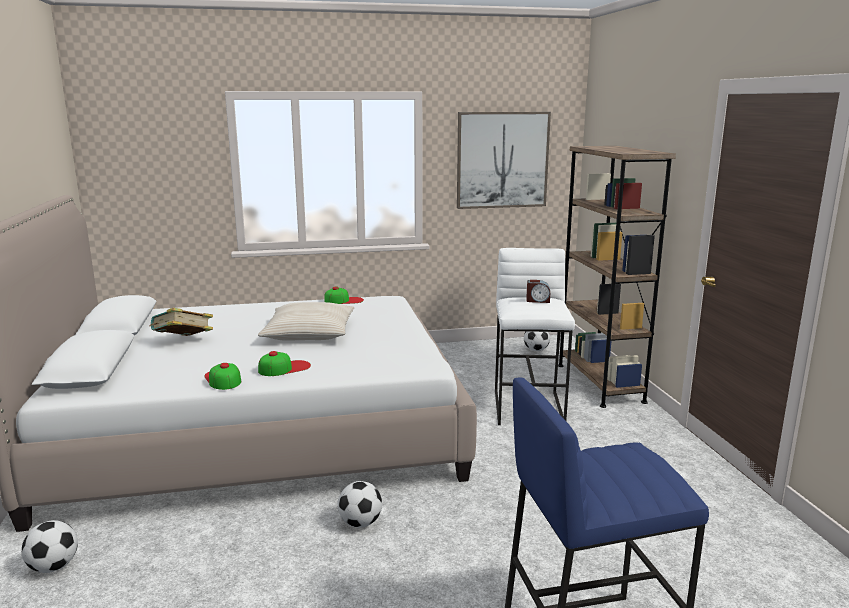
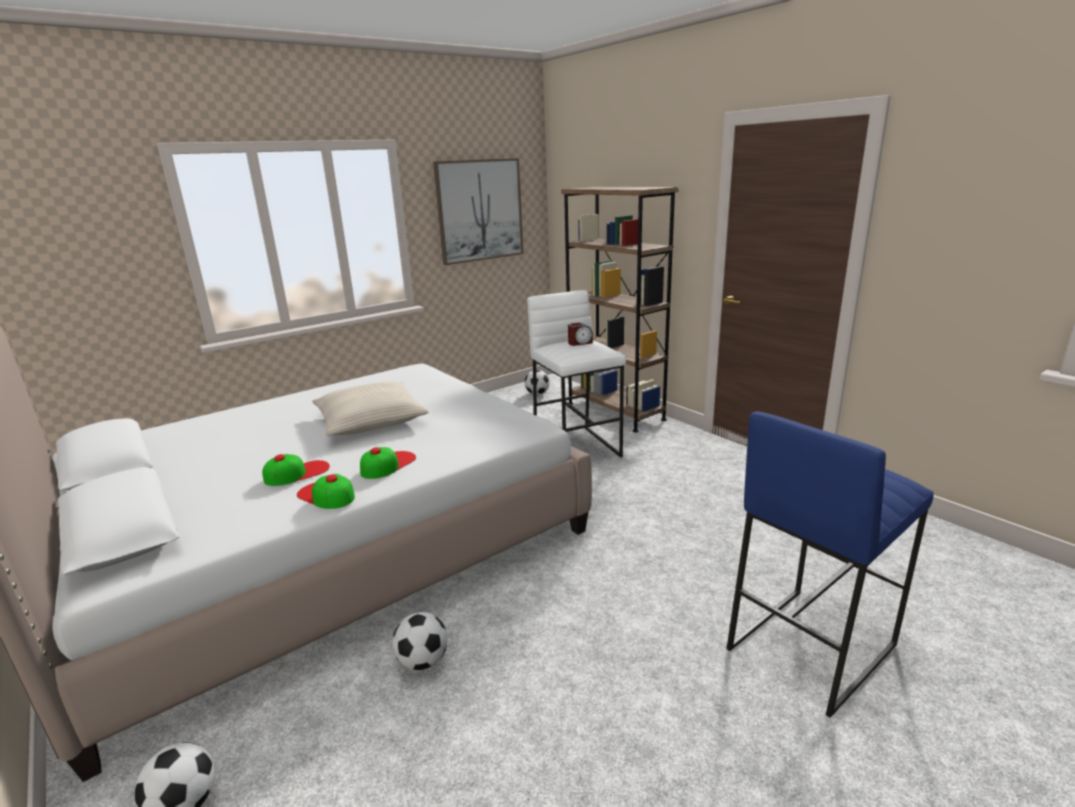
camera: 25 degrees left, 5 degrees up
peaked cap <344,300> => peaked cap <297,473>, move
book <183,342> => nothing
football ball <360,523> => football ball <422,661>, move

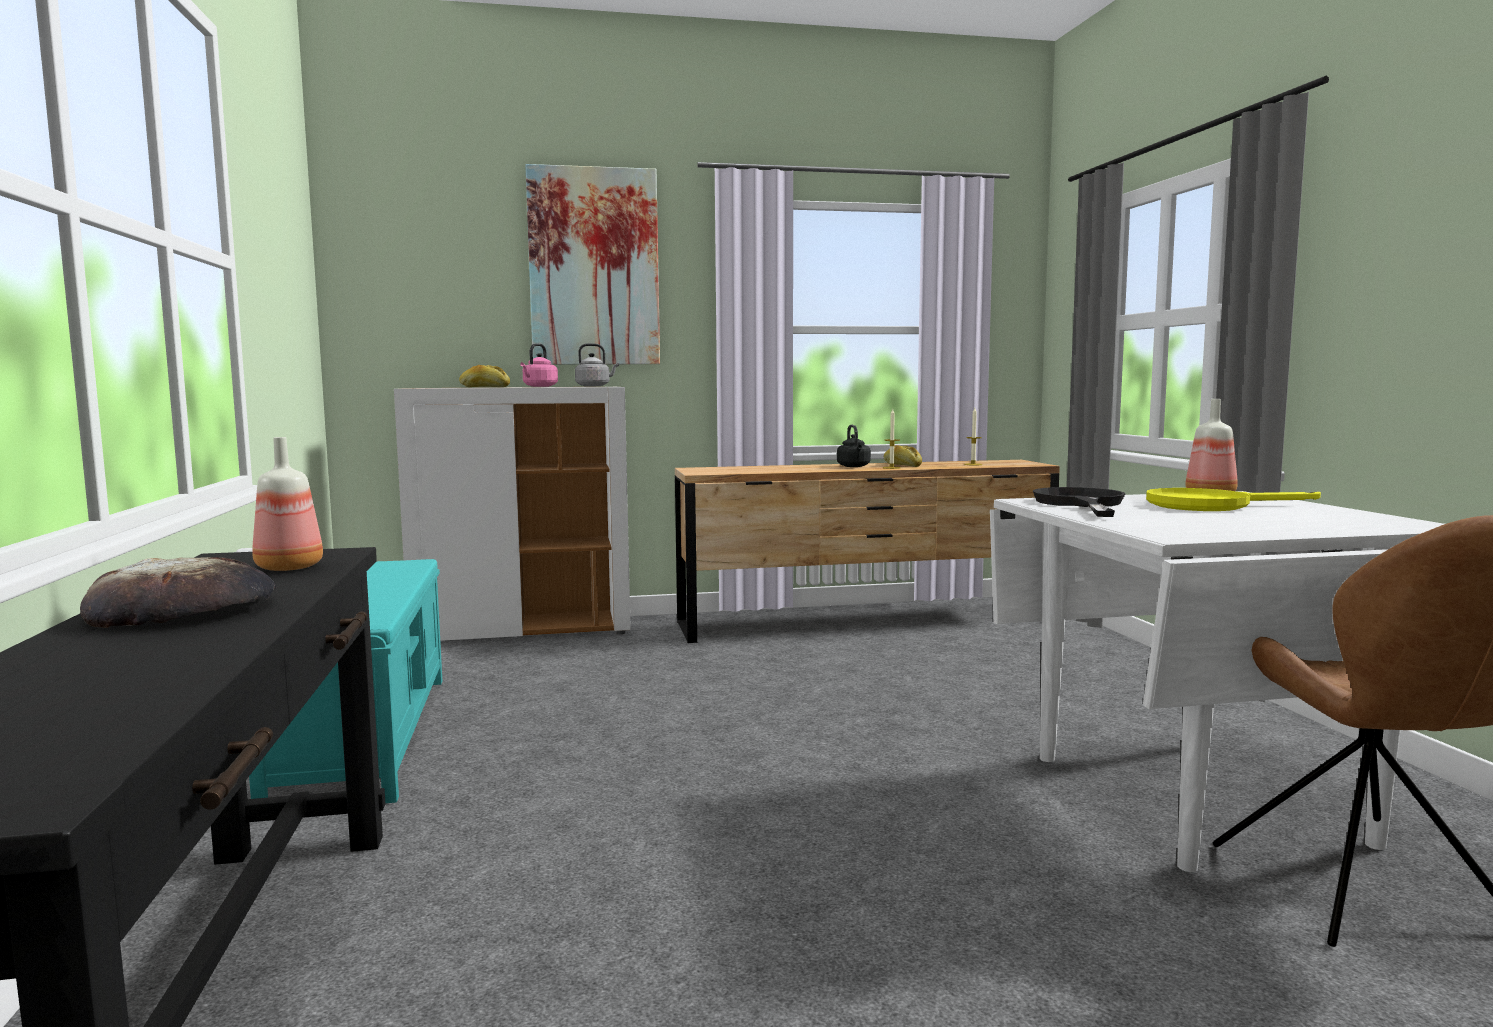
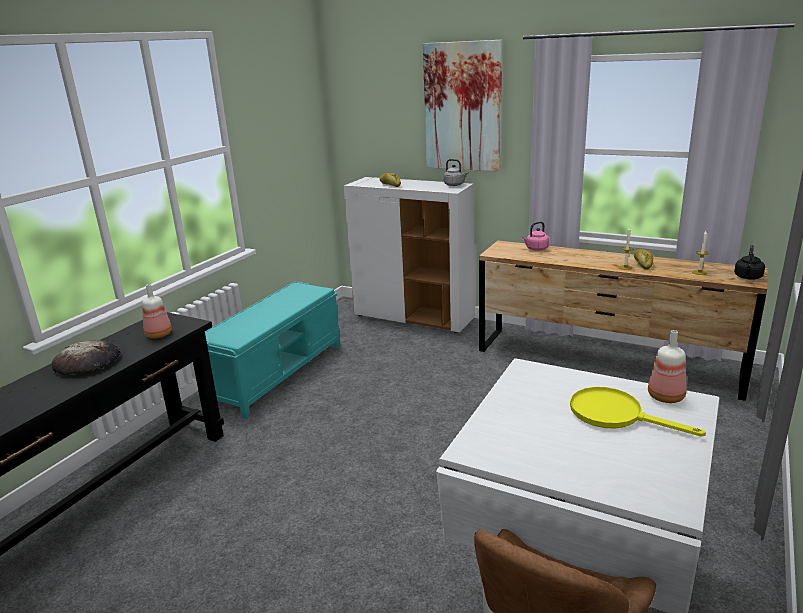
camera: 40 degrees right, 15 degrees up
kettle in pink <539,386> => kettle in pink <536,249>, move
kettle in blackish <854,466> => kettle in blackish <748,277>, move
frying pan in blackish <1080,504> => nothing

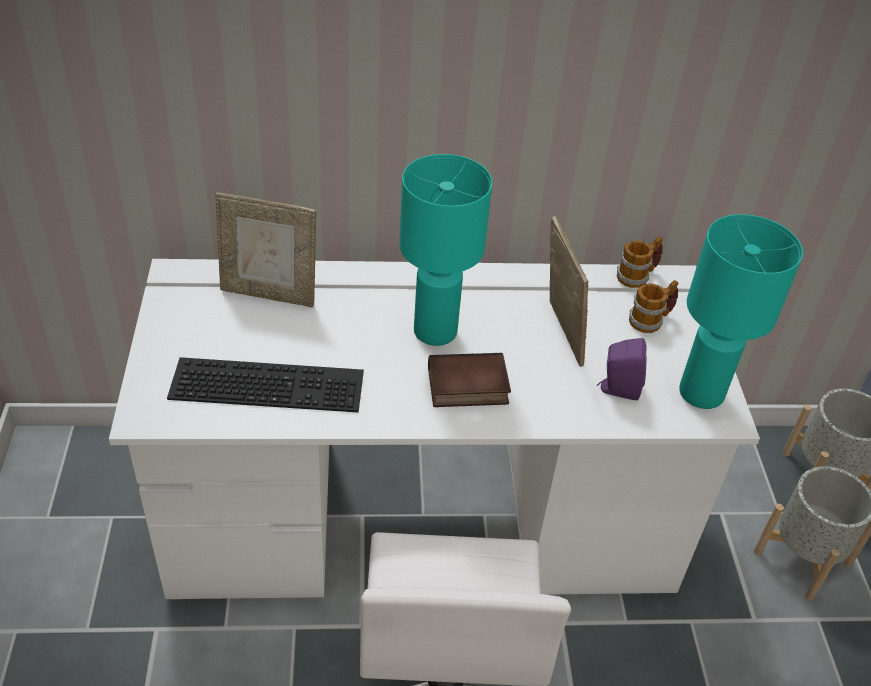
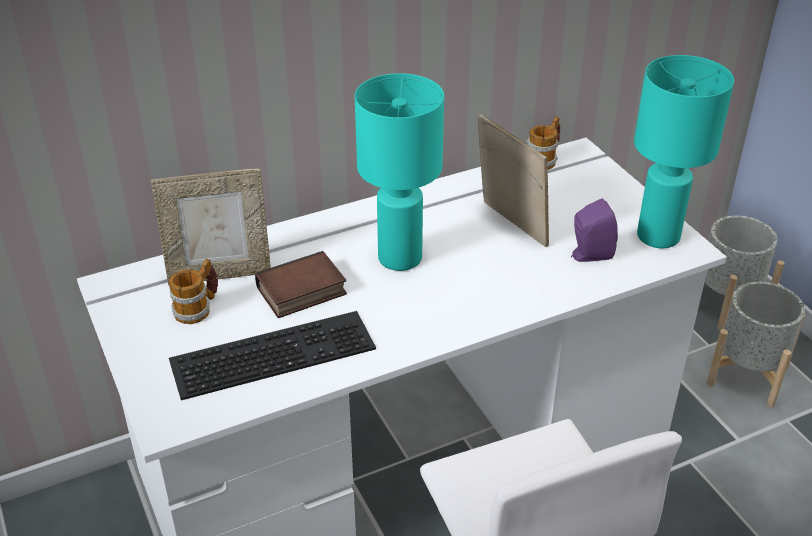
camera: 20 degrees left, 5 degrees down
mug <651,320> => mug <198,308>, move
book <466,388> => book <301,292>, move

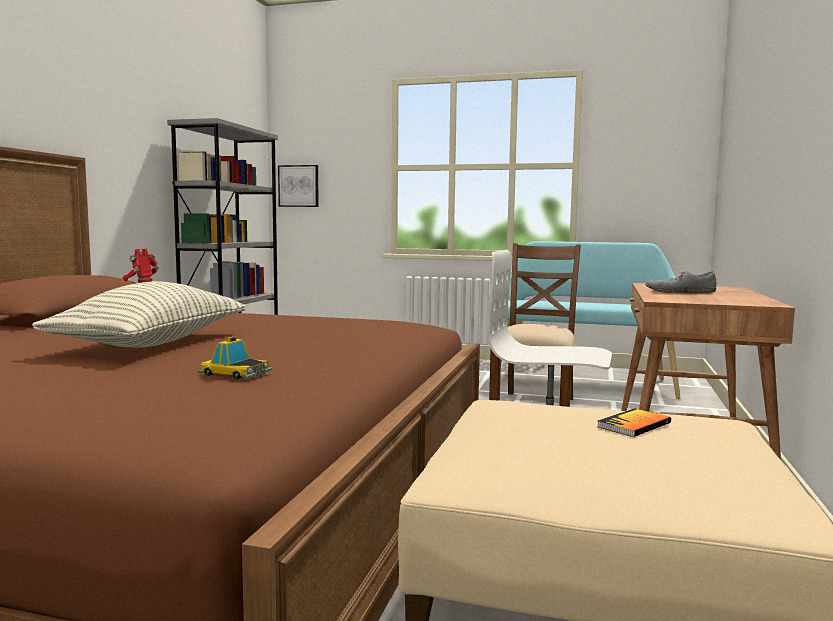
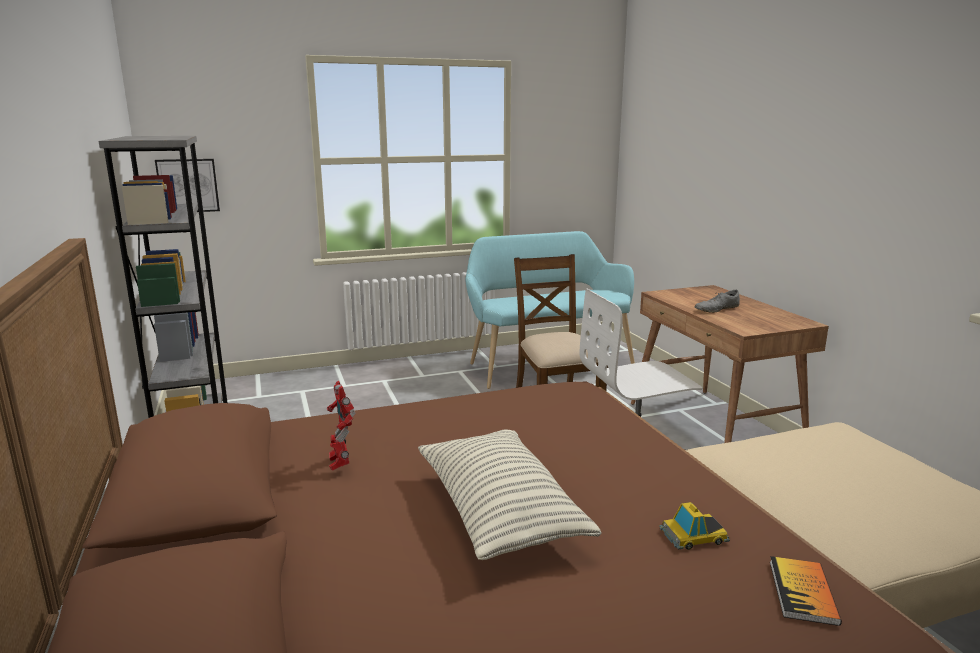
camera: 35 degrees left, 10 degrees up
book <634,425> => book <802,592>, move

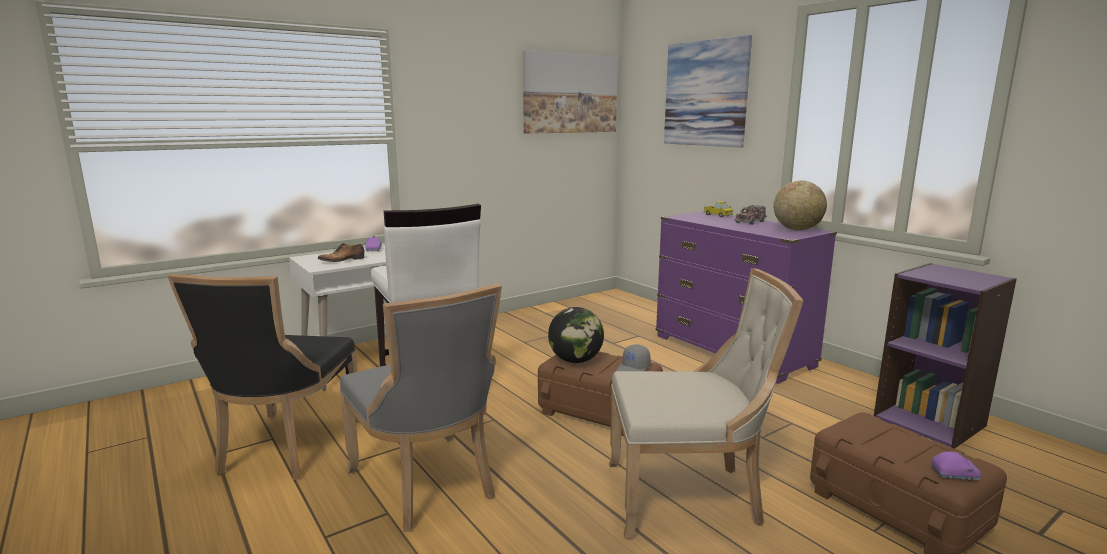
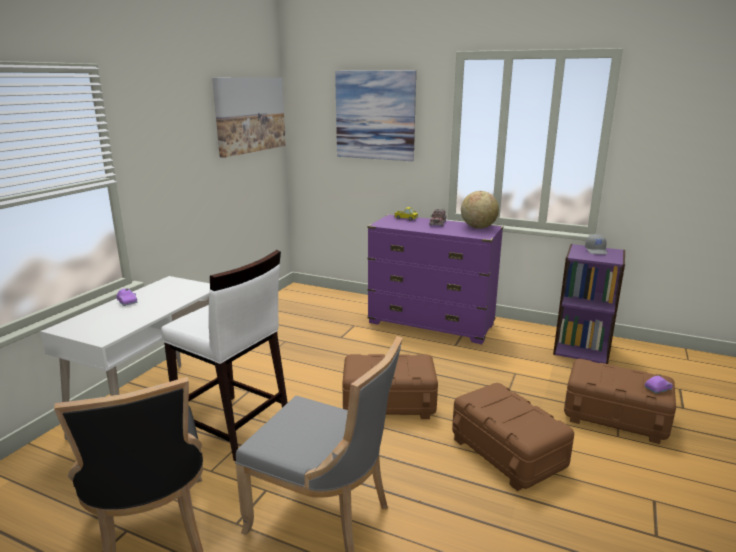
camera: 30 degrees left, 5 degrees up
shoe <343,260> => nothing
upright chair in beige <688,496> => storage box in brown <508,452>
desk globe <575,360> => nothing
peaked cap in gray <633,369> => peaked cap in gray <596,251>, move

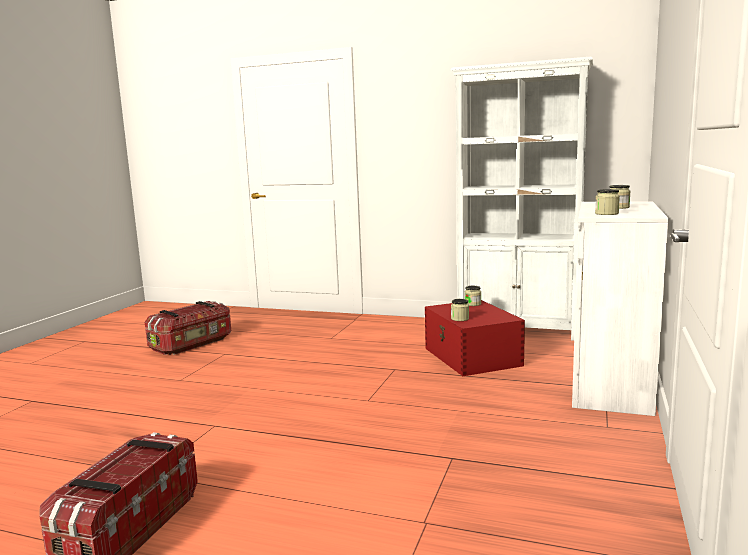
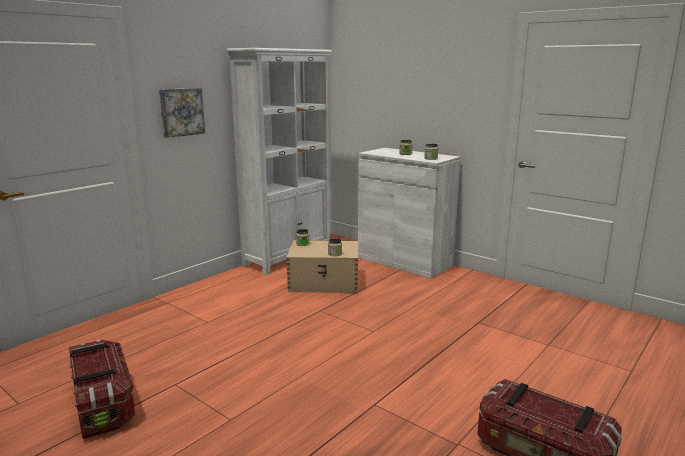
camera: 70 degrees left, 5 degrees up
storage box in red-coloured <472,357> => storage box in beige <325,282>
nothing => picture <181,112>

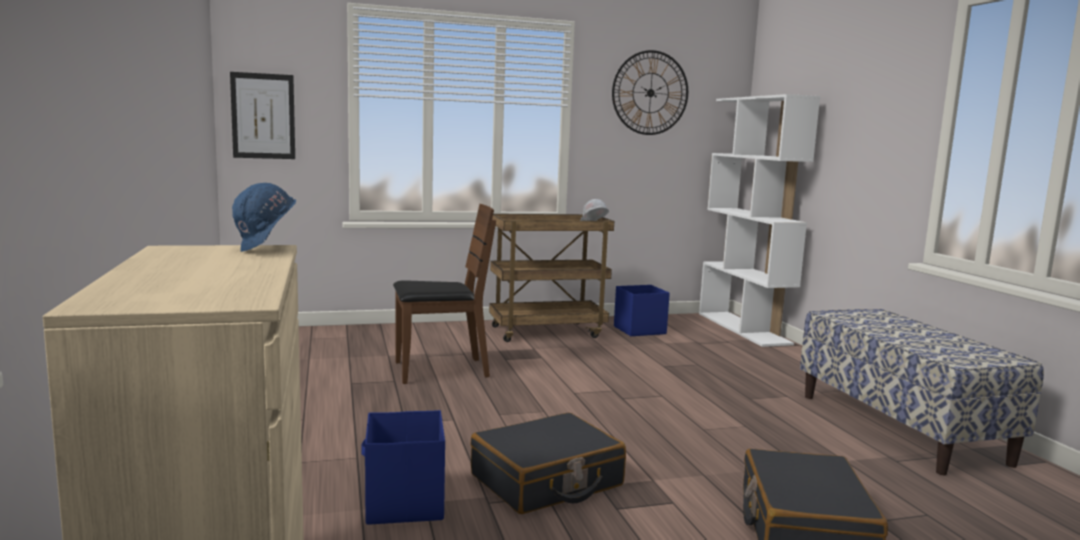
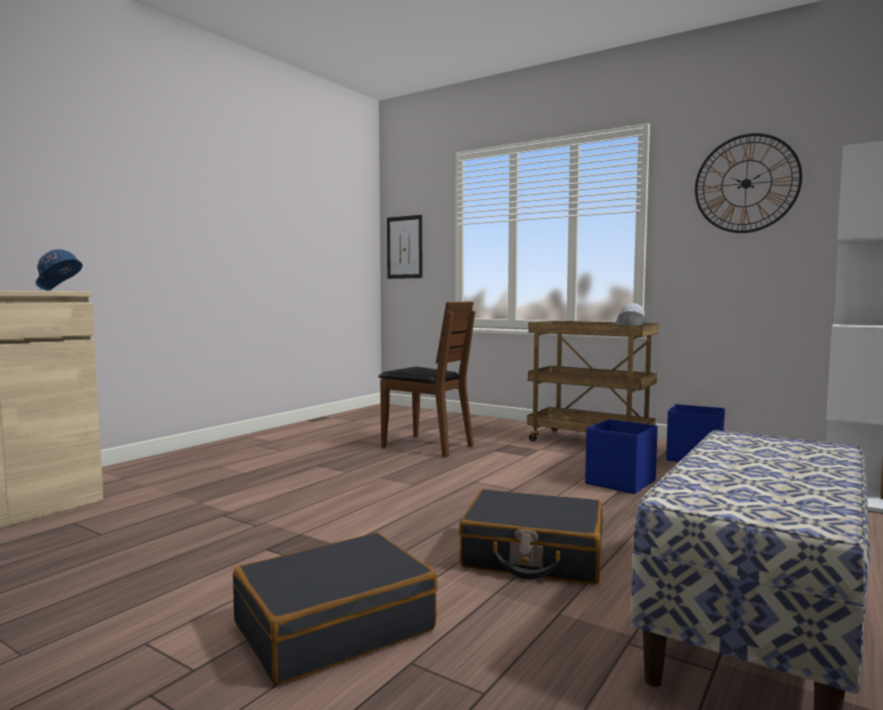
camera: 50 degrees right, 5 degrees down
storage box in bluish <404,503> => storage box in bluish <619,482>, move
travel case in blackish <547,481> => travel case in blackish <533,556>, move

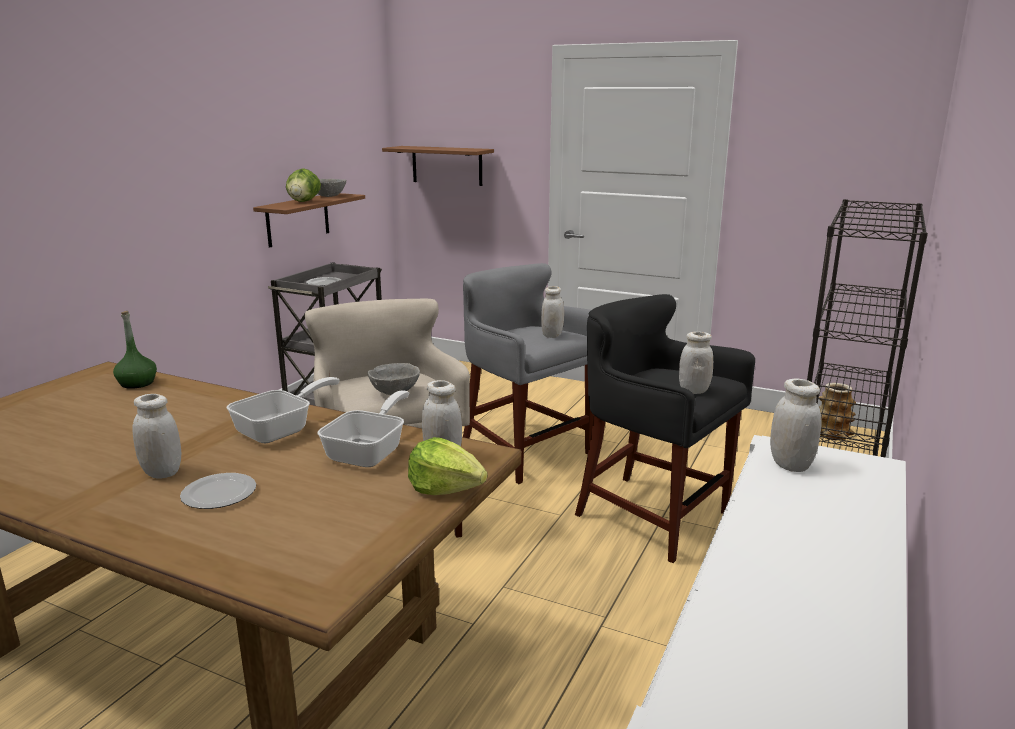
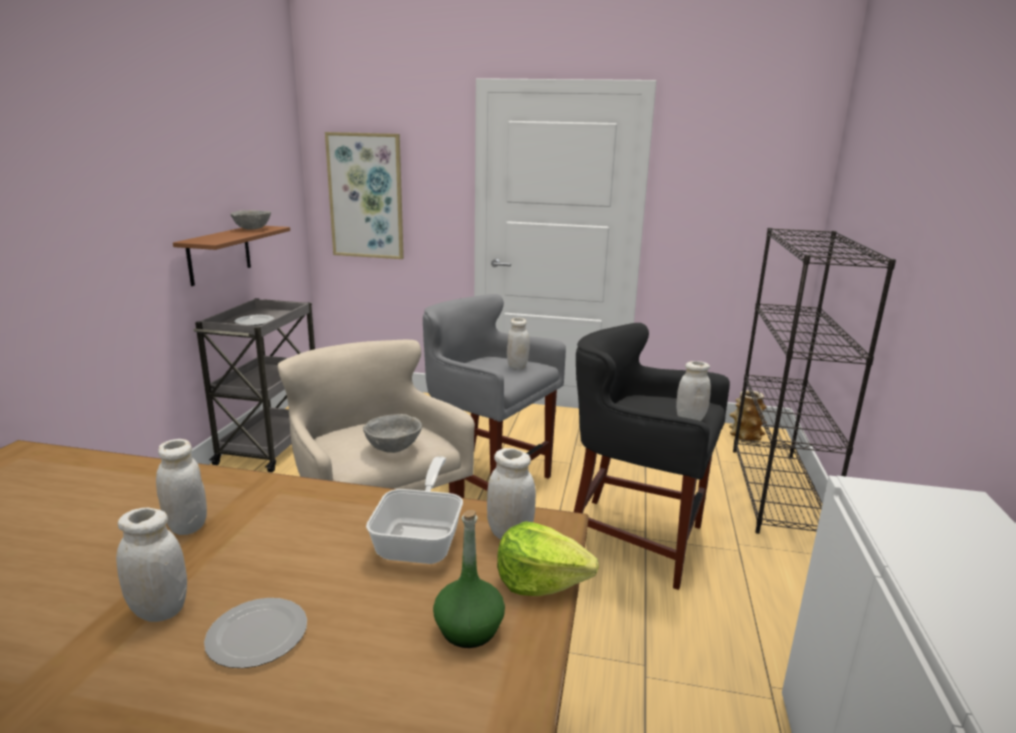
camera: 15 degrees left, 0 degrees up
bracket shelf in brown <447,165> => picture <366,196>
head of lettuce <304,201> => nothing
drink bottle in green <137,383> => drink bottle in green <468,629>, move
frying pan <281,430> => nothing
preserve jar in white-coloured <790,465> => preserve jar in white-coloured <187,526>, move

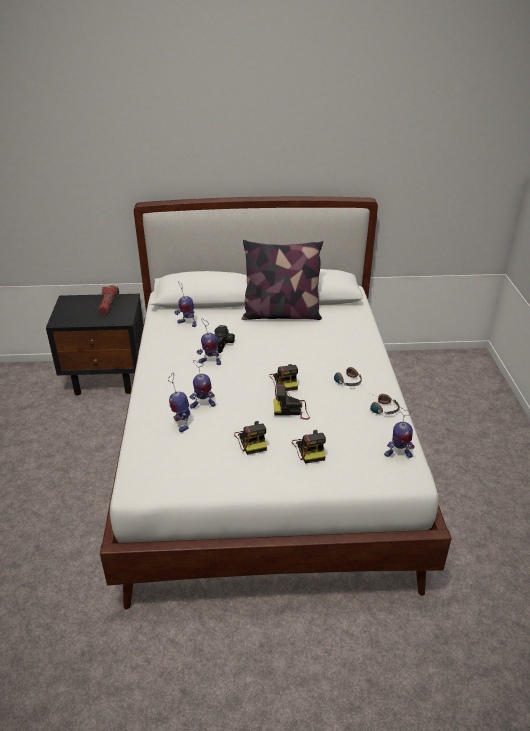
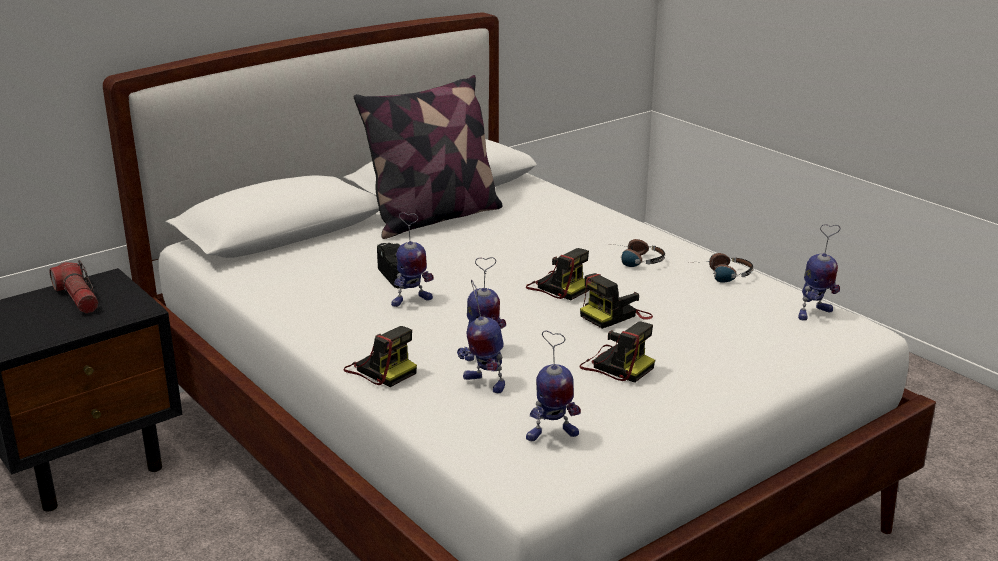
camera: 35 degrees left, 10 degrees down
model robot <187,323> => model robot <551,435>, move
photo camera <310,449> => photo camera <380,369>, move

